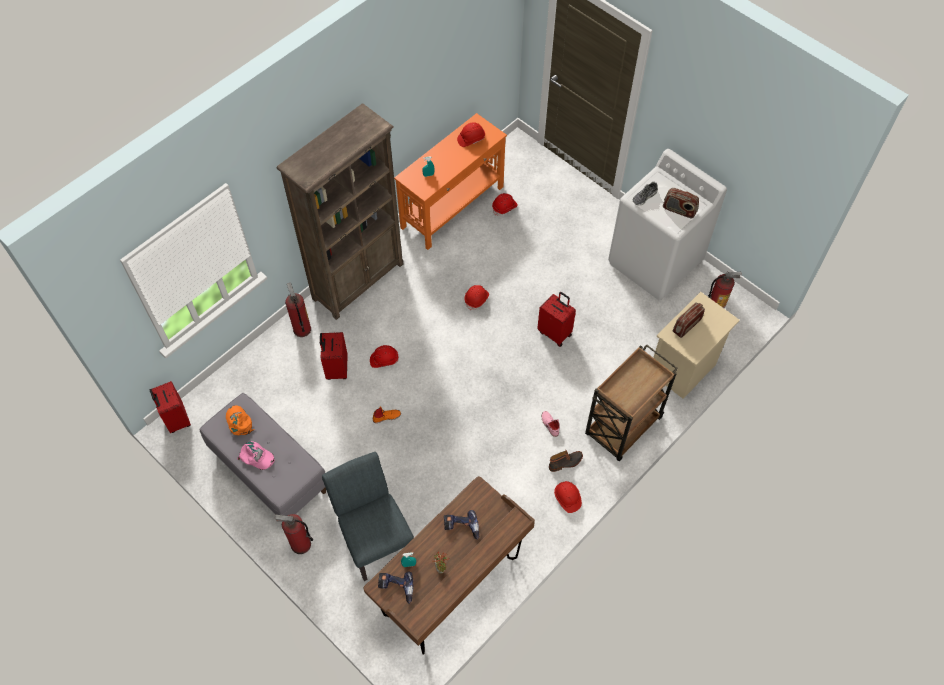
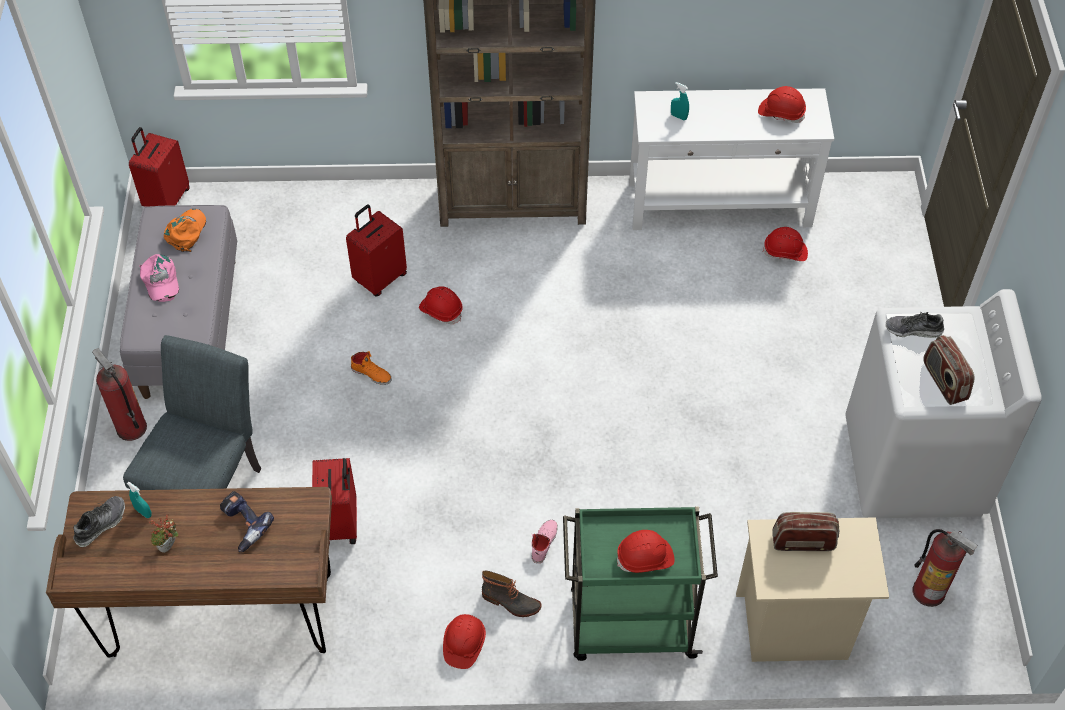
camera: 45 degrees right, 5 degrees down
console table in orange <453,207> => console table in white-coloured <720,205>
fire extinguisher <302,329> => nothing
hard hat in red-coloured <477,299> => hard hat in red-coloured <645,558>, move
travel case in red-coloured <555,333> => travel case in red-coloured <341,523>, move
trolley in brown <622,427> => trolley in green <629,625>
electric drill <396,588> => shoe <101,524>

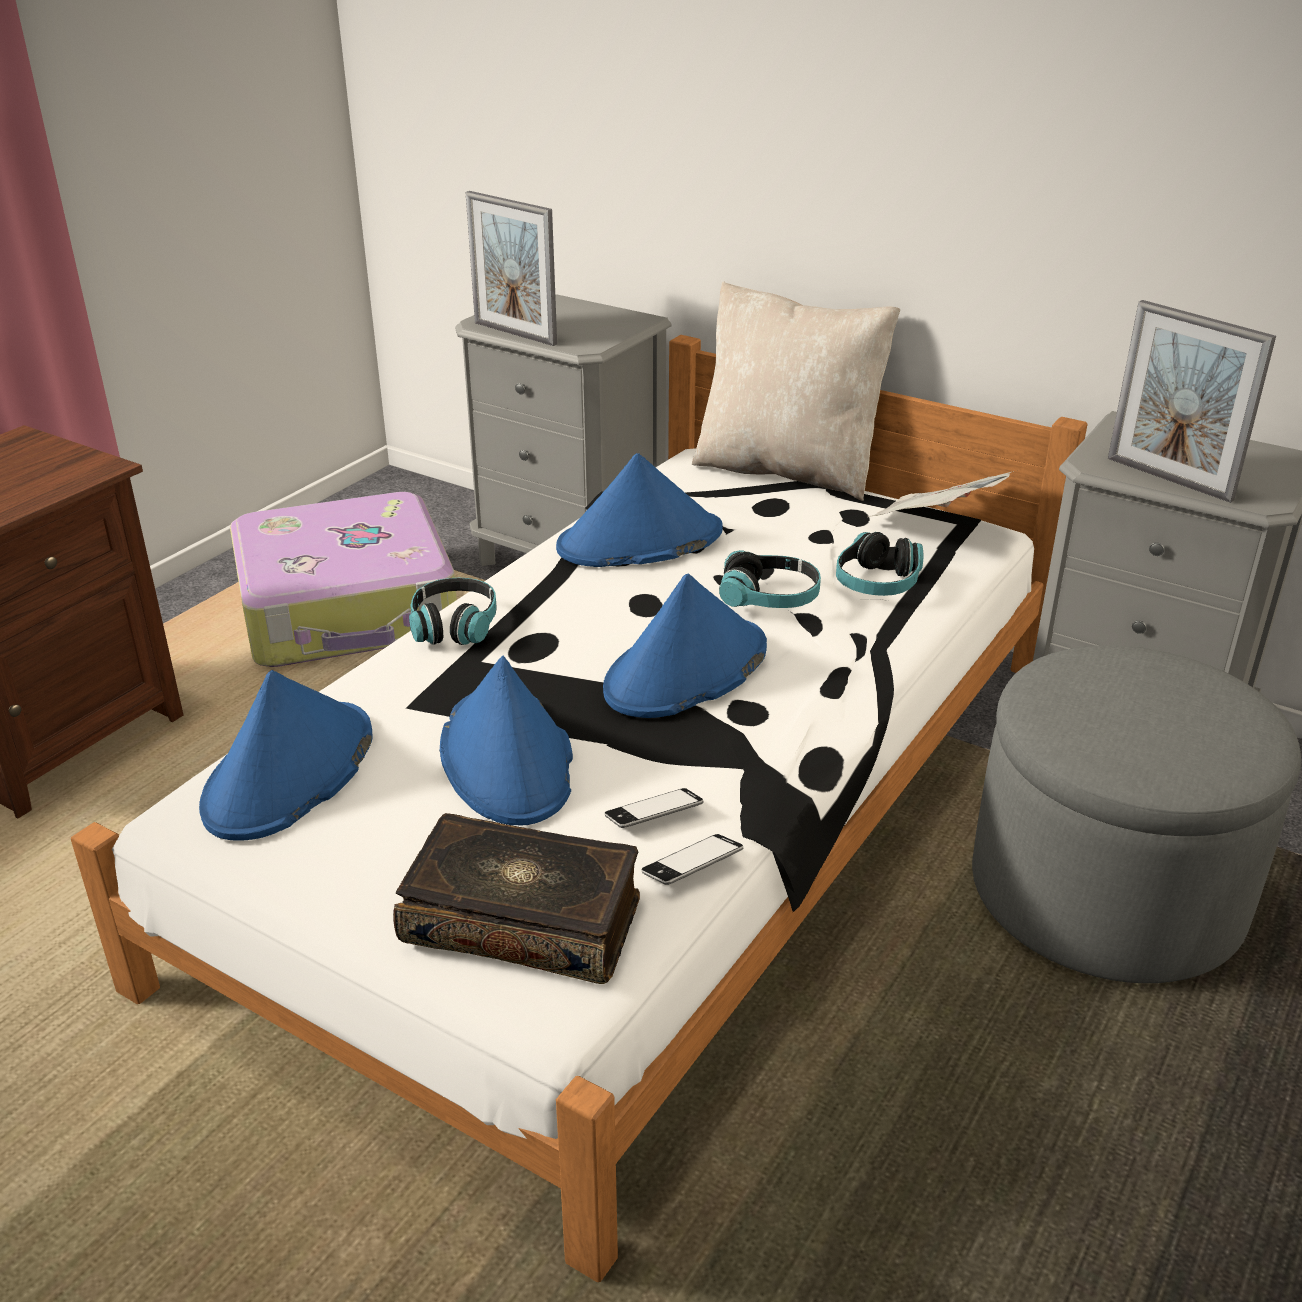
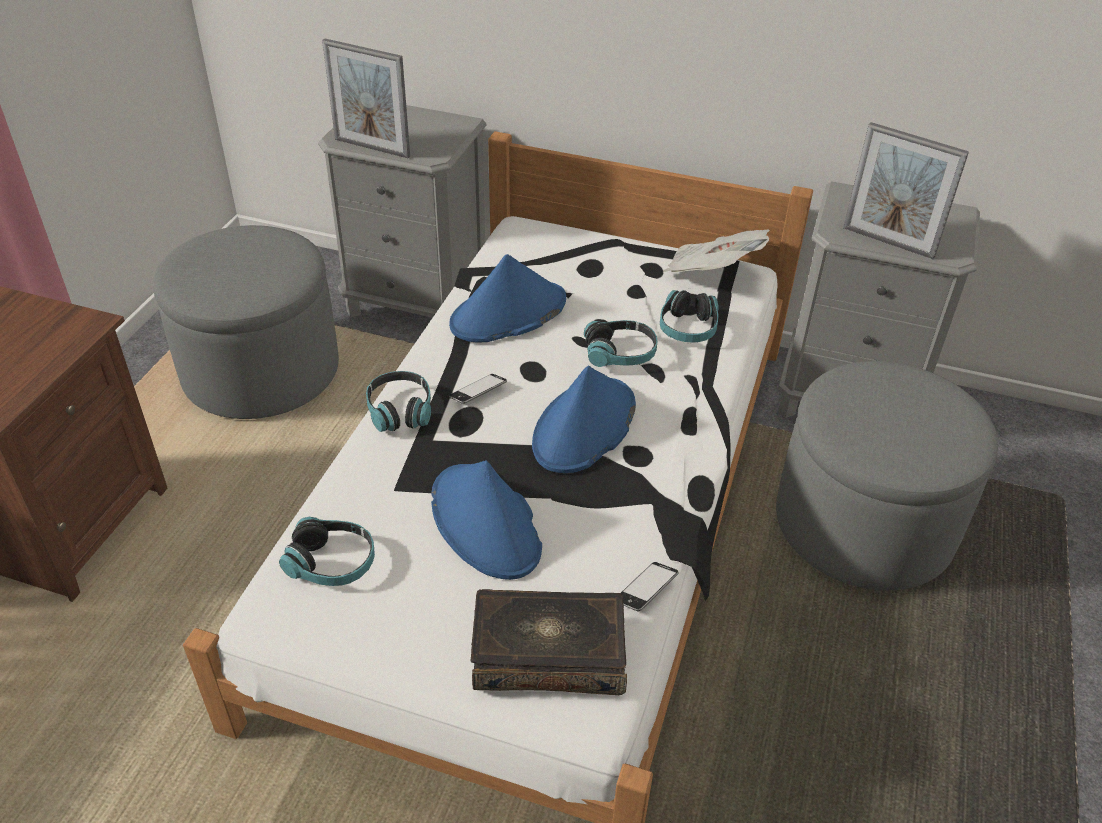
camera: 15 degrees left, 10 degrees up
throw pillow in beige <787,470> => nothing
travel case <349,609> => ottoman in gray <261,371>
wearable hat in bluish <289,773> => headset <332,563>
telephone <654,815> => telephone <478,392>, move

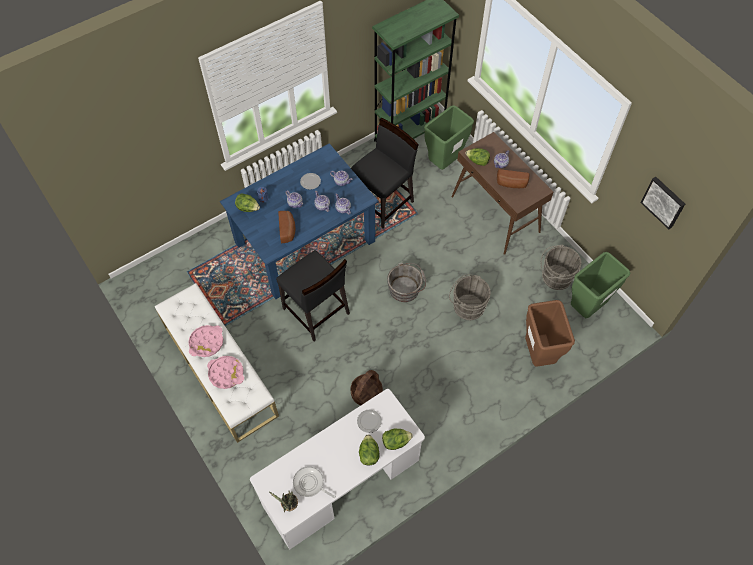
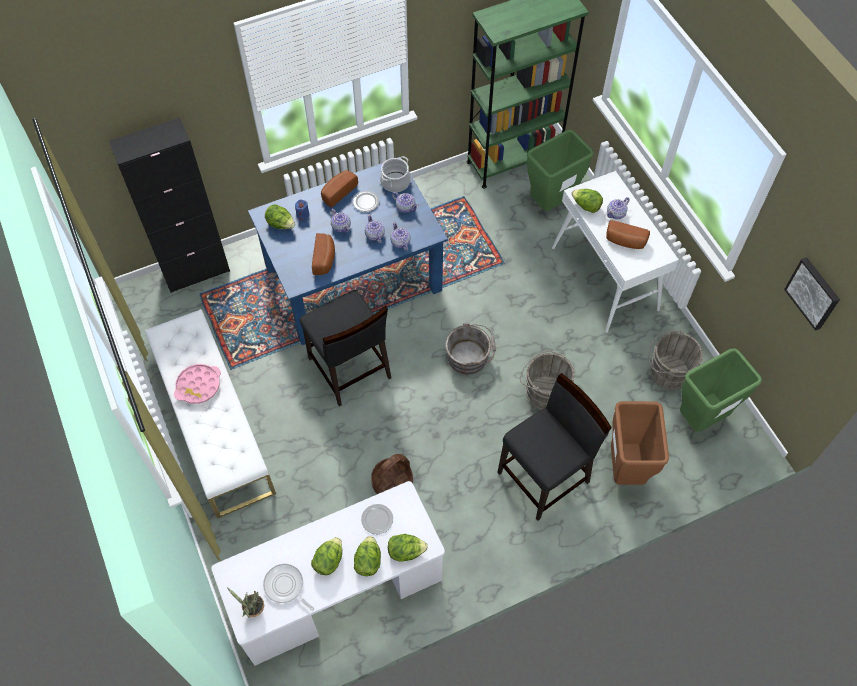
camera: 10 degrees right, 0 degrees up
upright chair in blackish <383,203> => upright chair in blackish <544,477>, move
console table in brown <495,214> => console table in white-coloured <605,279>
serving tray in pink <226,373> => nothing
nothing => cupboard in blackish <196,271>
nothing => cooking pot <395,182>
nothing => baked bread <337,192>
nothing => head of lettuce <329,560>

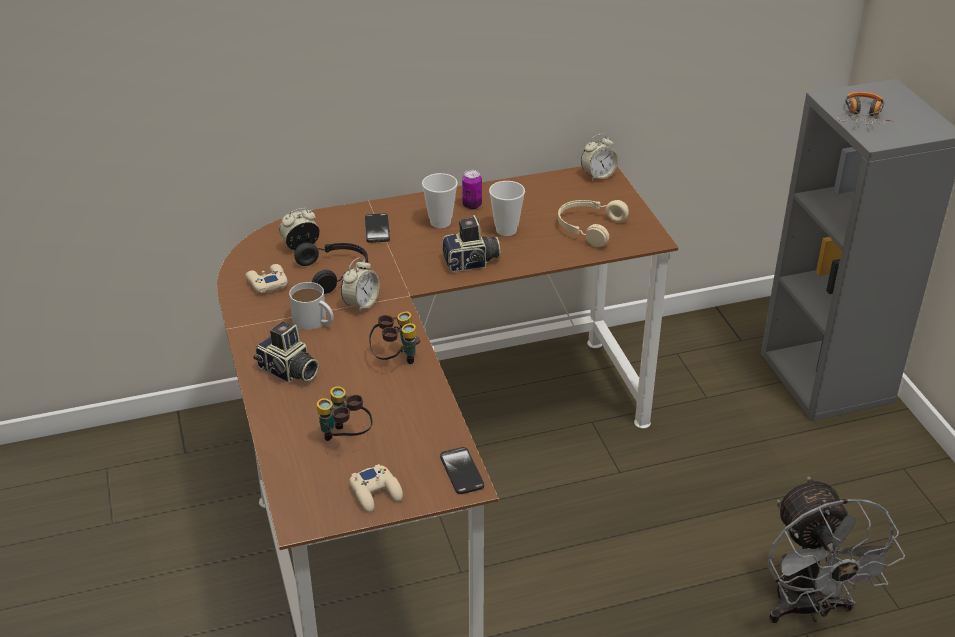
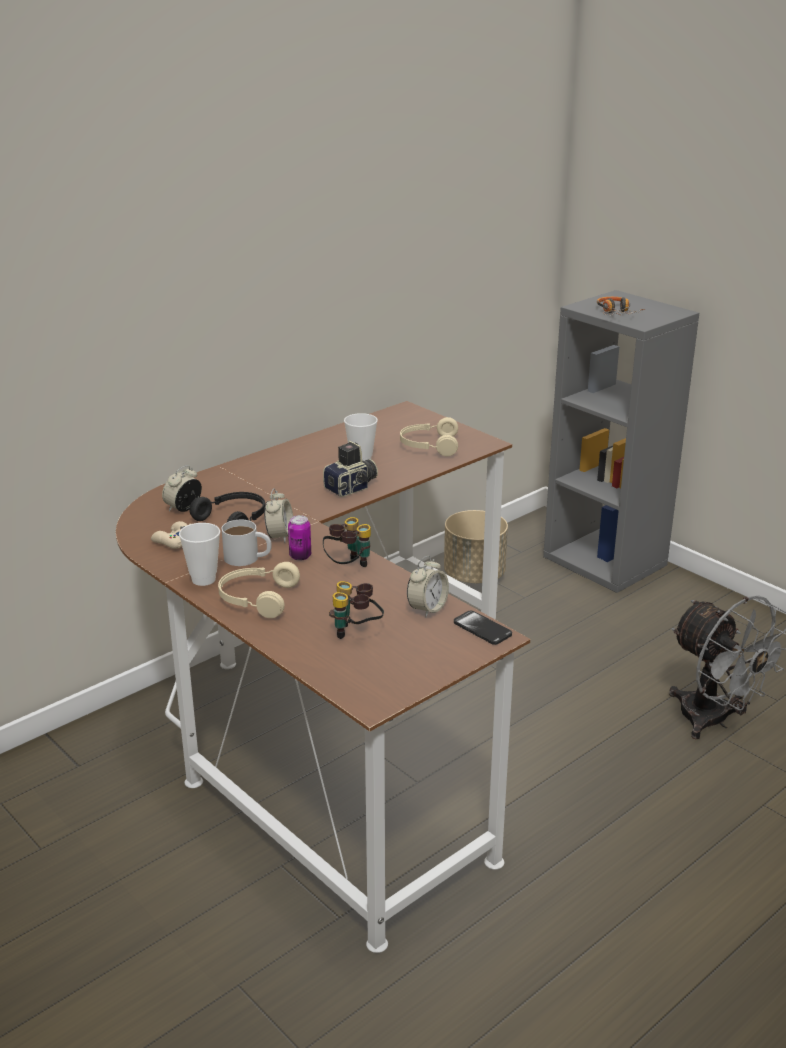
camera: 25 degrees left, 10 degrees down
bedside clock <598,175> => bedside clock <427,609>, move
can <472,205> => can <300,556>, move
drinking cup <440,222> => drinking cup <203,579>, move
telephone <377,229> => nothing
photo camera <288,371> => headset in beige <256,599>
gamepad in beige <376,493> => nothing
nothing => flower pot in beige <474,575>

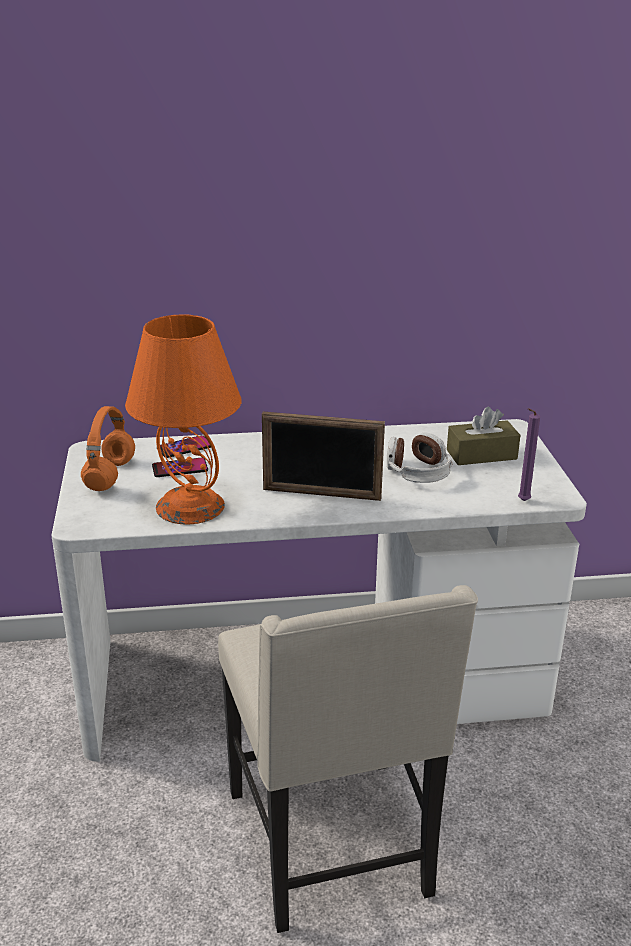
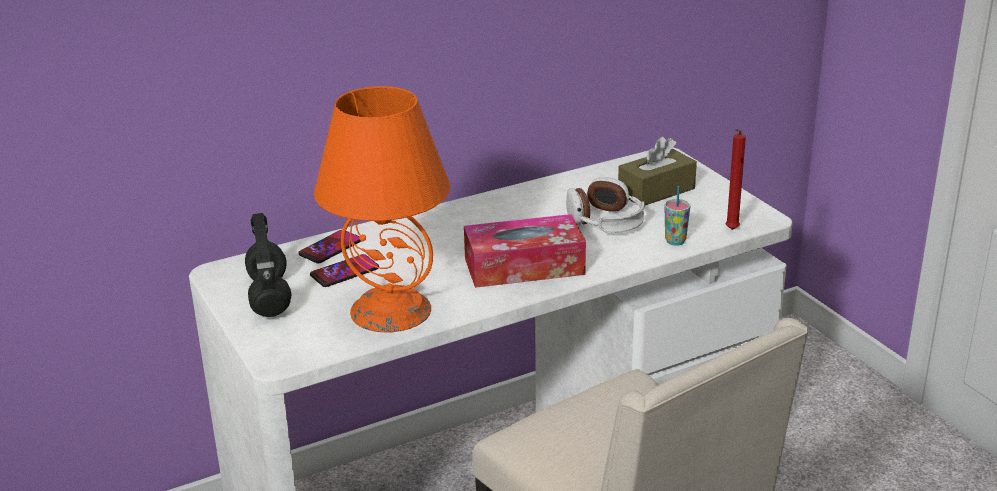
camera: 20 degrees left, 0 degrees up
headset in orange <110,476> => headset in blackish <270,298>
wax candle in purple <522,501> => wax candle in red-coloured <730,230>
standing frame <321,494> => tissue box <524,266>
nothing => drinking cup <675,241>

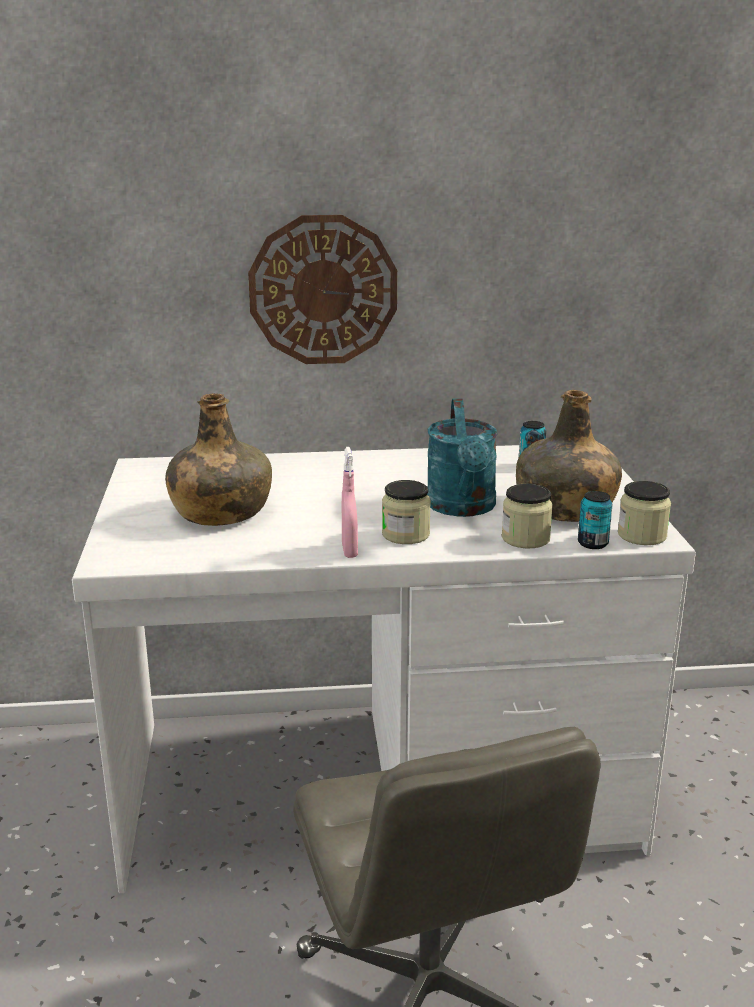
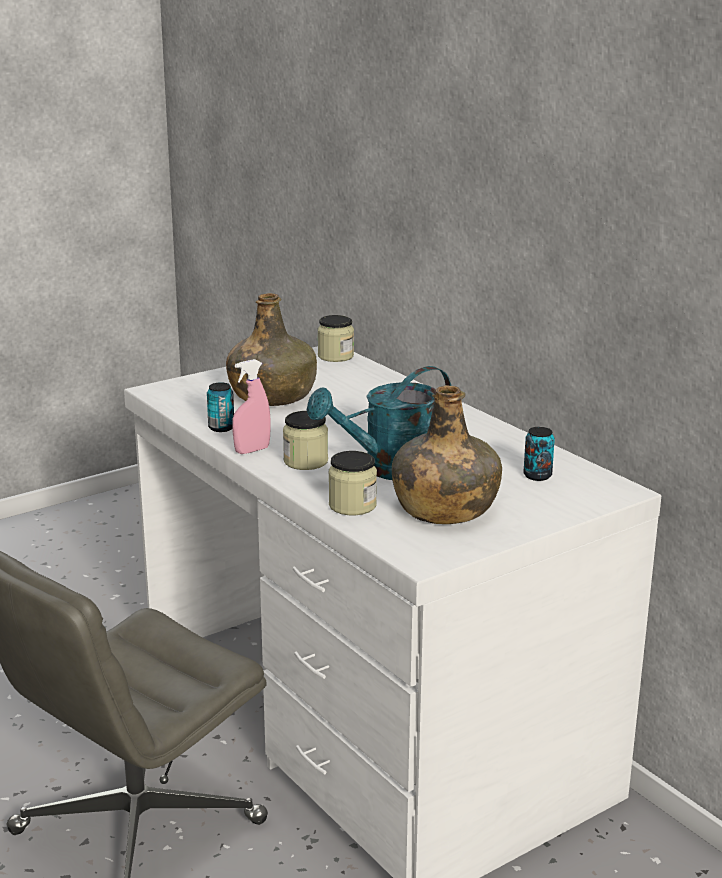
camera: 60 degrees right, 0 degrees up
wall clock <323,290> => nothing
preserve jar <642,535> => preserve jar <335,356>, move
can <592,543> => can <221,428>, move

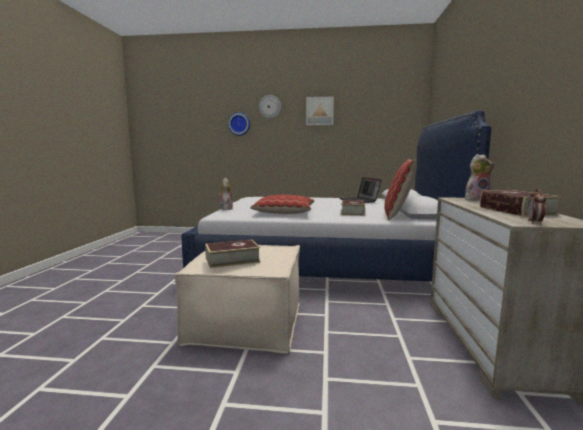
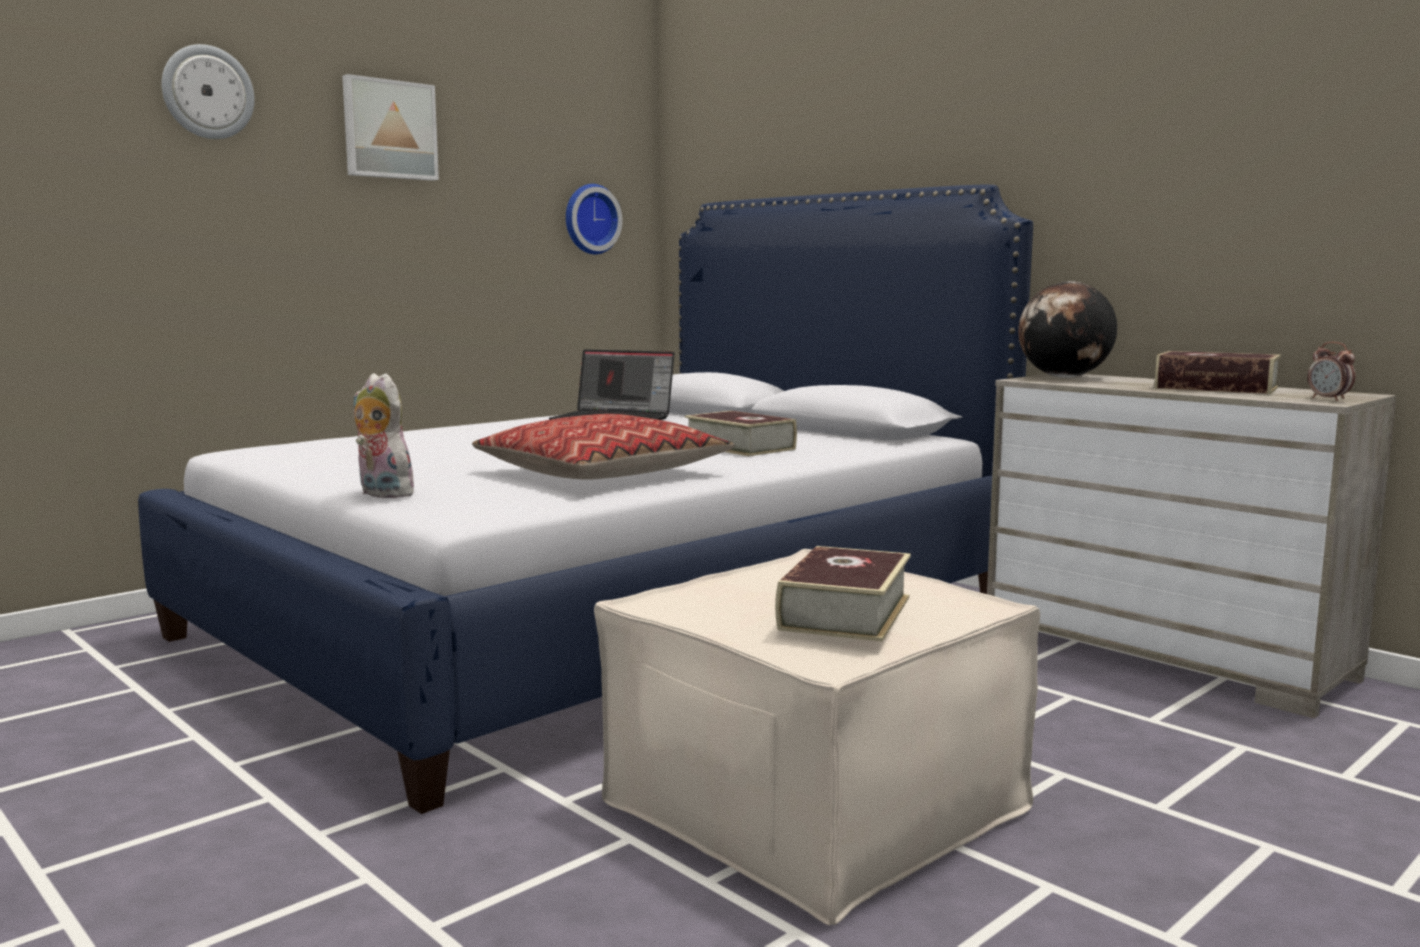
camera: 50 degrees left, 0 degrees up
wall clock <239,124> => wall clock <590,219>, move
plush toy <476,199> => desk globe <1064,377>
throw pillow <397,215> => nothing

